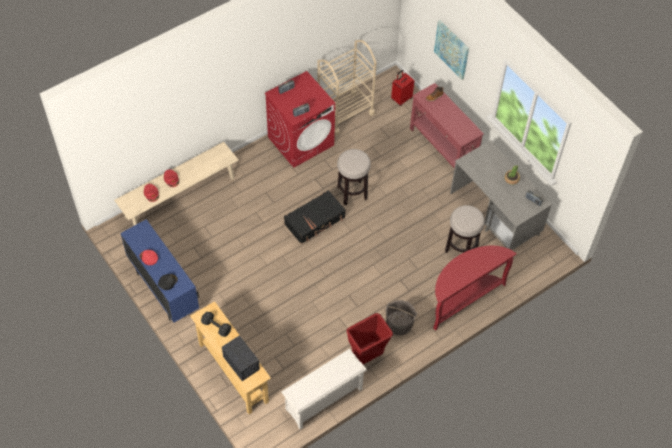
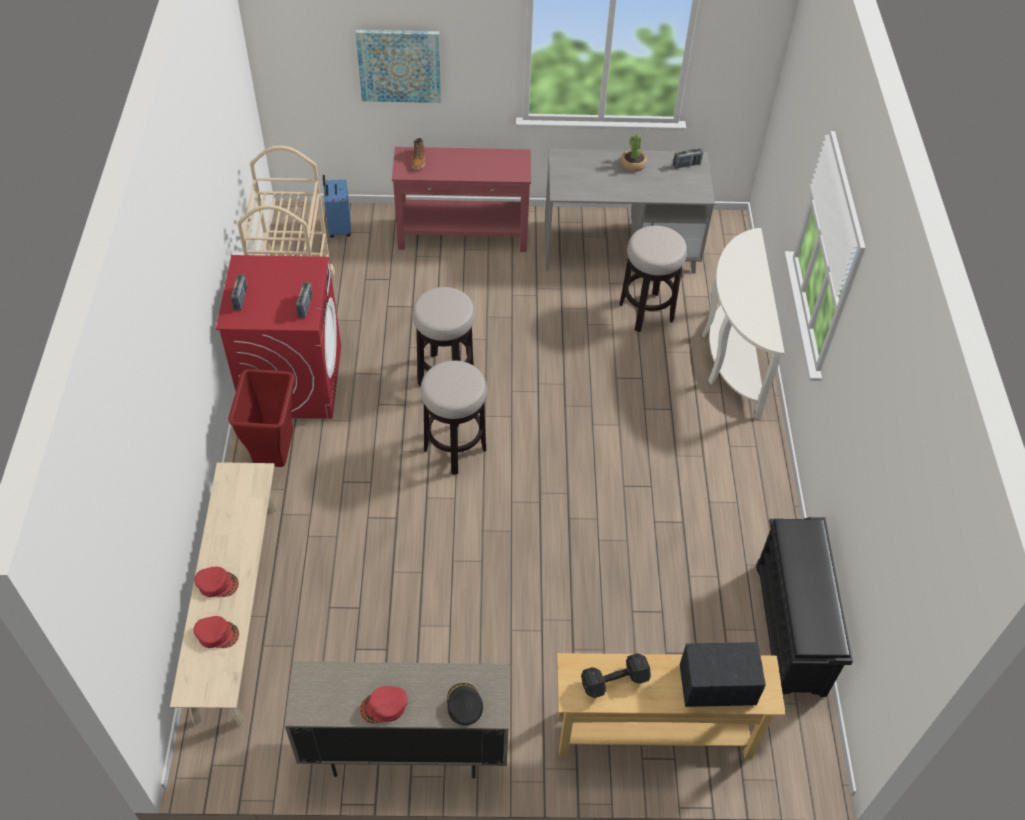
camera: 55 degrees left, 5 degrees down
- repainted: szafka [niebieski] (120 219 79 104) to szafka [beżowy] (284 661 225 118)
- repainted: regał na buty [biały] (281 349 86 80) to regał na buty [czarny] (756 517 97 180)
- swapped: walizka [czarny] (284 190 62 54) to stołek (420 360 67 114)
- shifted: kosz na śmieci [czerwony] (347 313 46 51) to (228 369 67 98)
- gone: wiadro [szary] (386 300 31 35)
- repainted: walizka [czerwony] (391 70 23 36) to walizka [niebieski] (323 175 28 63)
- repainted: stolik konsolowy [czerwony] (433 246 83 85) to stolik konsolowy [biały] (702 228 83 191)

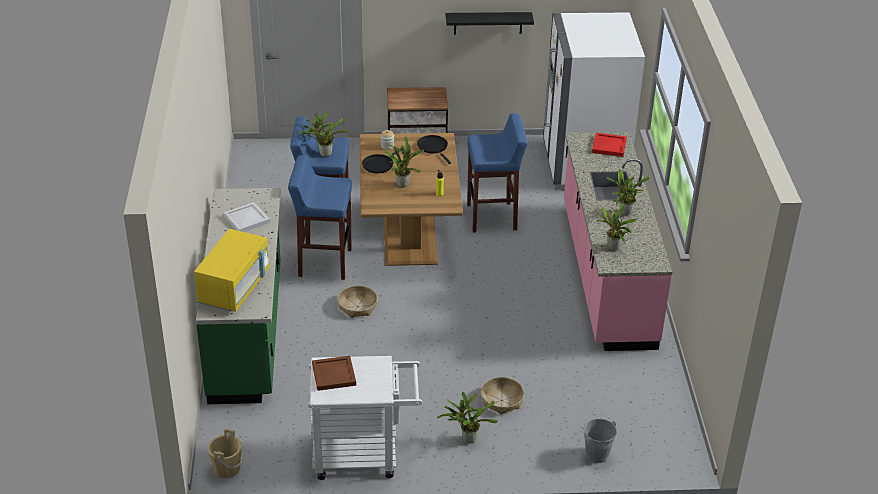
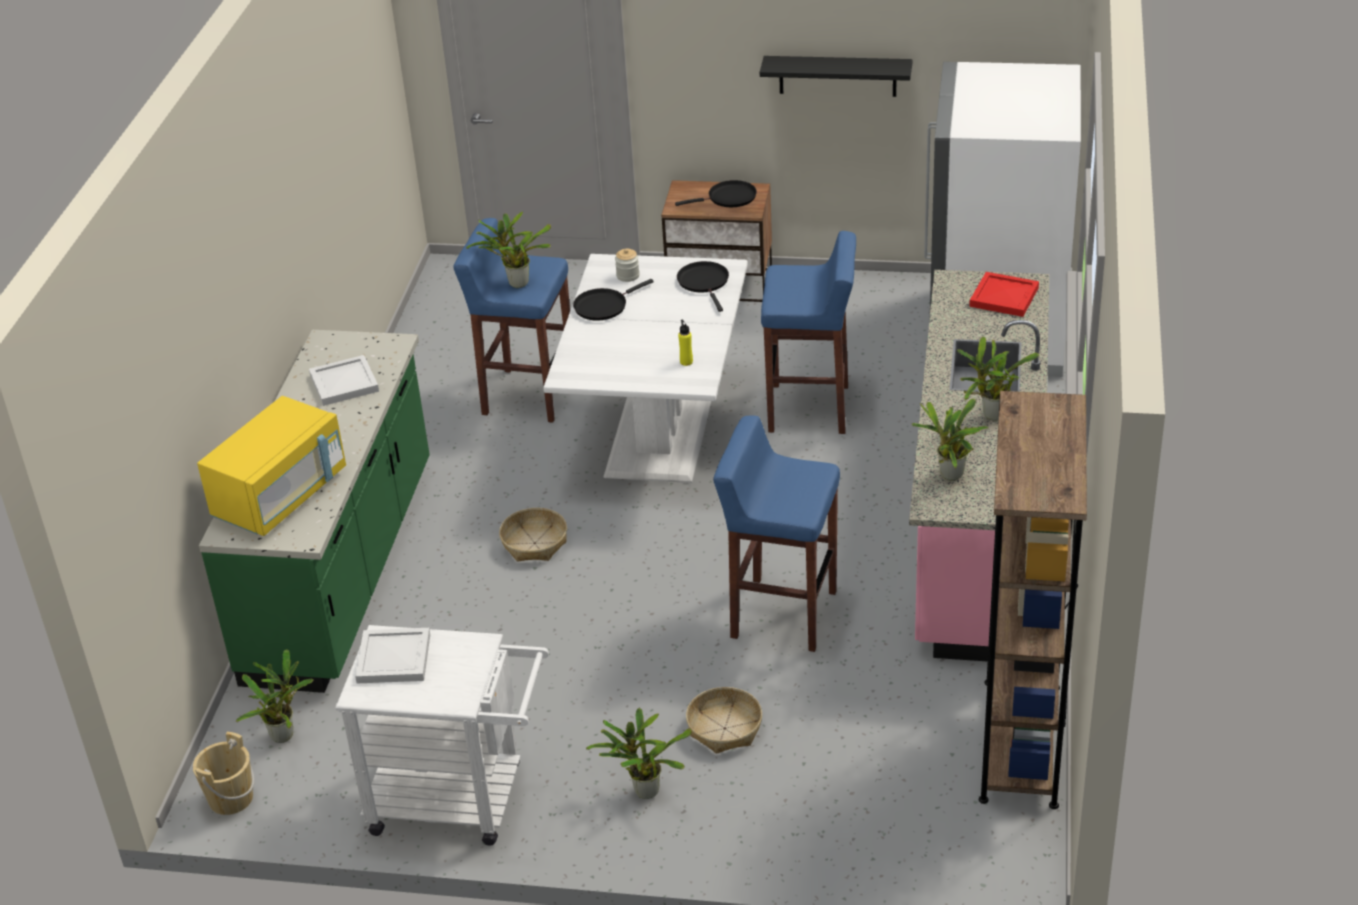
camera: 15 degrees right, 0 degrees up
- shifted: stołek [niebieski] (288 155 64 125) to (713 415 127 237)
- repainted: taca [brązowy] (312 356 44 35) to taca [biały] (355 628 75 55)
- repainted: stół jadalny [brązowy] (360 133 103 133) to stół jadalny [biały] (543 254 205 229)
- shifted: roślina doniczkowa (385 137 39 51) to (236 649 78 94)
- gone: wiadro [szary] (579 418 38 45)
- new: patelnia [czarny] (675 180 82 27)
- new: regał [brązowy] (979 391 108 418)

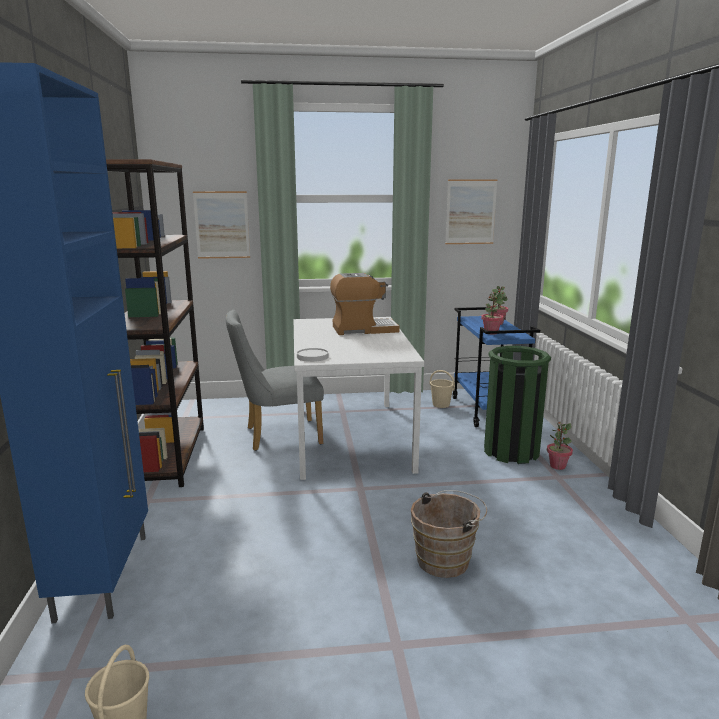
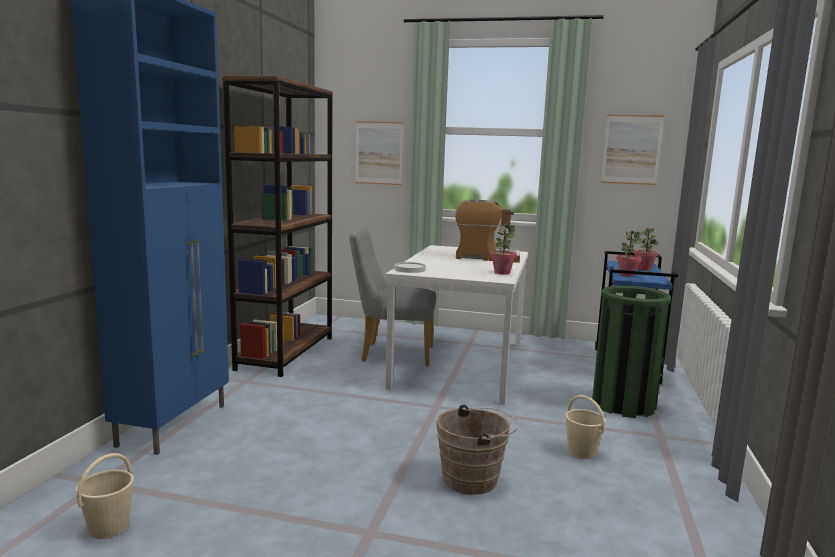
camera: 20 degrees right, 5 degrees down
- shifted: wiadro [beżowy] (430 370 25 38) to (565 395 41 64)
- shifted: roślina doniczkowa (547 422 26 48) to (490 224 26 51)

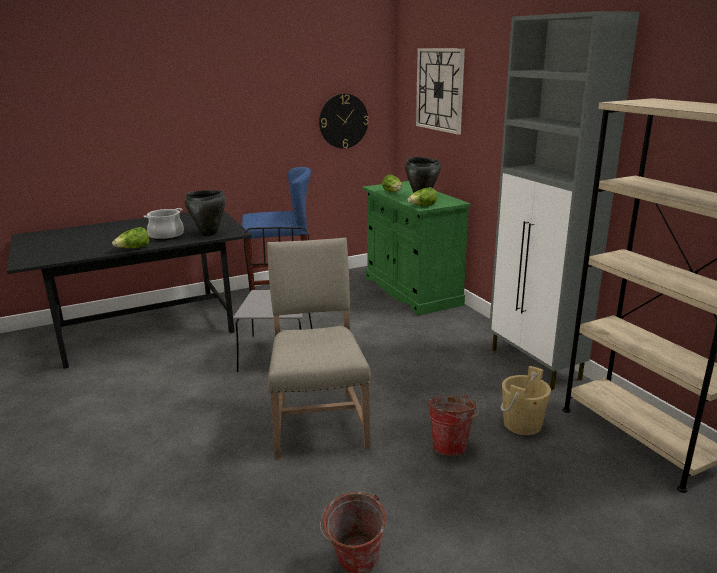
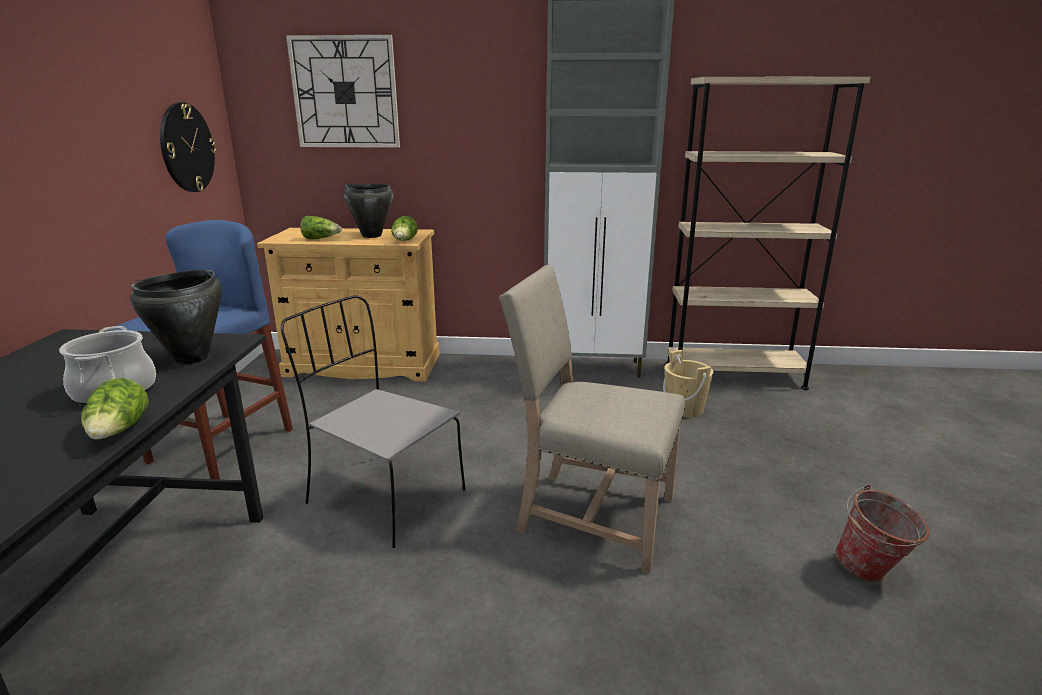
camera: 60 degrees left, 0 degrees up
- repainted: szafka [zielony] (362 181 109 134) to szafka [beżowy] (257 228 183 153)
- gone: wiadro (428 395 51 61)

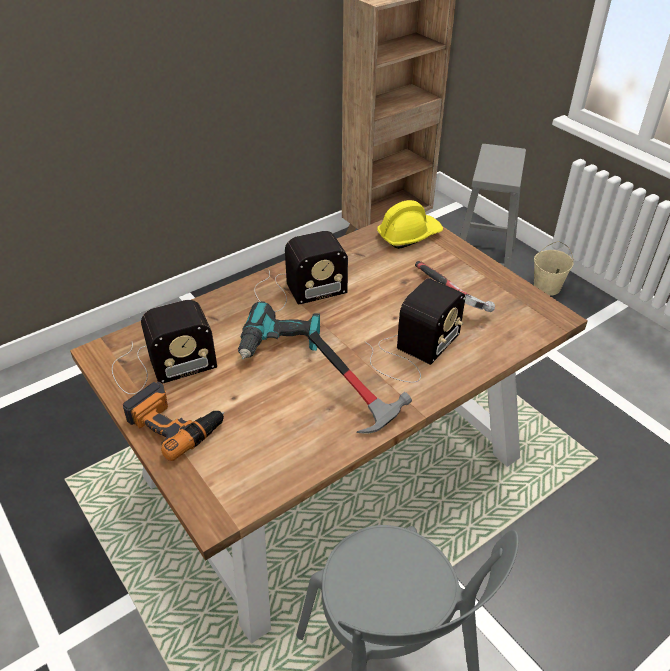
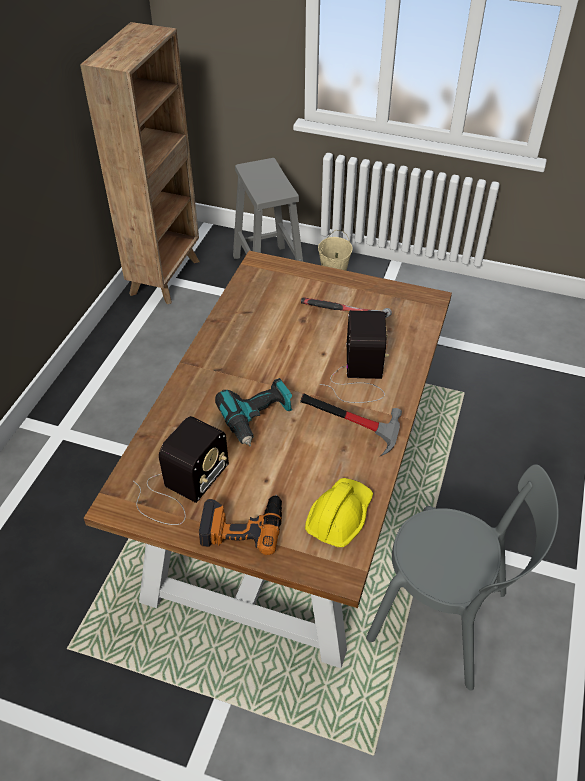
camera: 35 degrees left, 5 degrees up
- gone: radio (254 231 94 81)
- shifted: kask [żółty] (377 200 66 49) to (305 478 68 69)

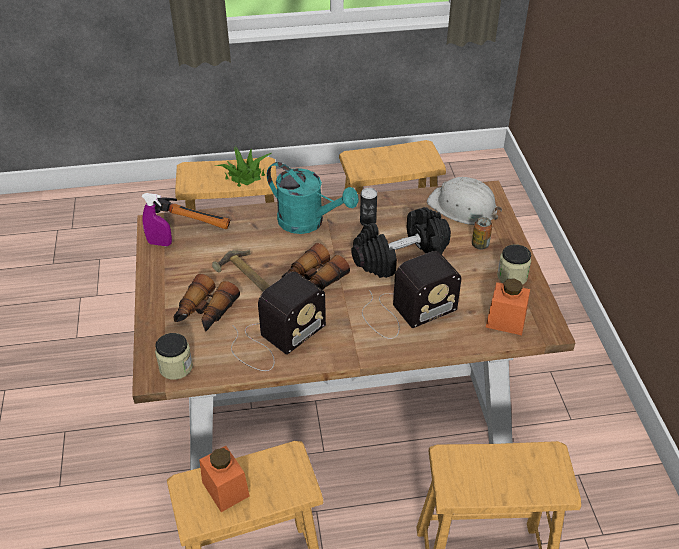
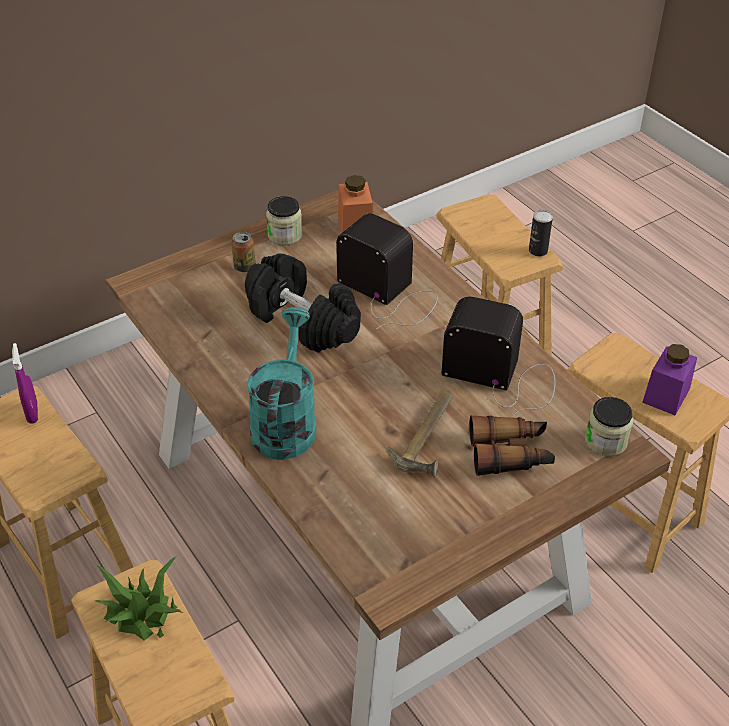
camera: 115 degrees left, 0 degrees up
- shifted: spryskiwacz [fioletowy] (142 193 30 53) to (12 343 26 81)
- gone: młotek (153 197 77 32)
- repainted: słoik [pomarańczowy] (199 446 51 66) to słoik [fioletowy] (642 344 55 71)
- gone: lornetka (282 243 68 47)
- shifted: puszka (360 188 17 38) to (529 210 24 47)
- gone: kask [biały] (427 177 75 48)

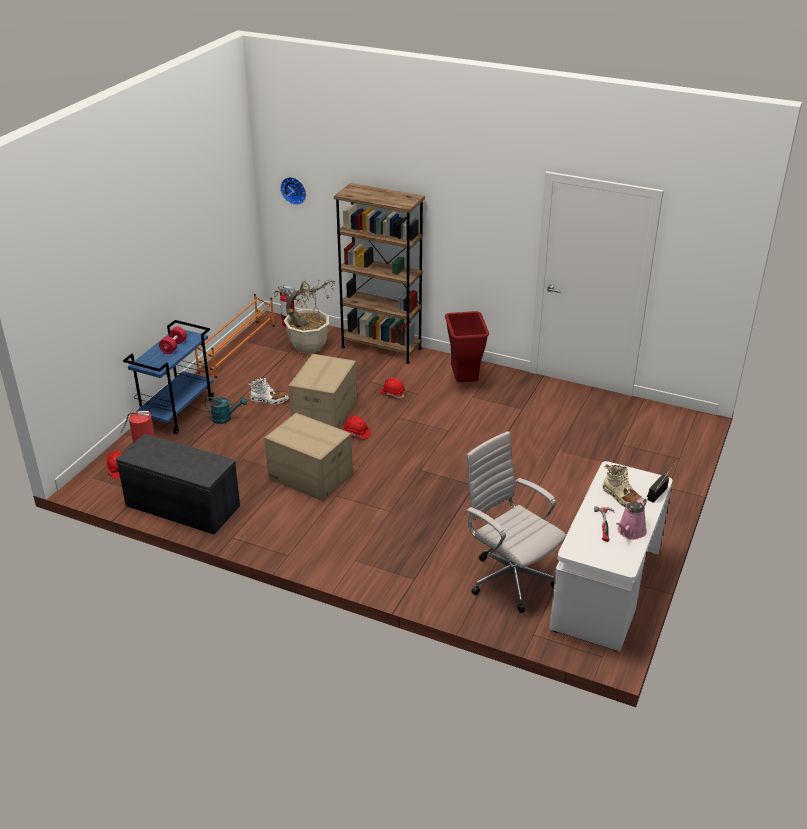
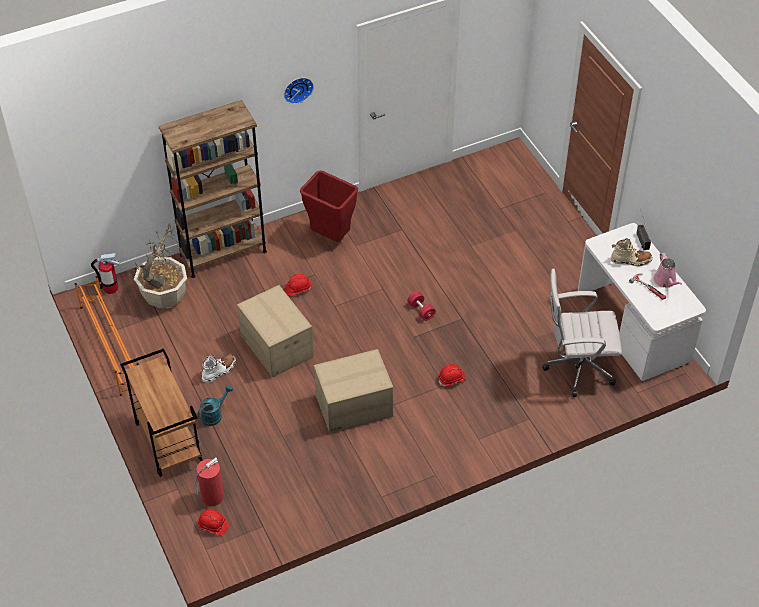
camera: 50 degrees left, 15 degrees up
- gone: ławka [szary] (116 434 124 100)
- repainted: wózek [niebieski] (123 320 91 114) to wózek [brązowy] (120 349 83 128)
- shifted: hantel [czerwony] (159 326 28 28) to (407 291 29 30)
- shifted: zegar ścienny (280 177 26 28) to (284 78 30 26)
- shifted: kask [czerwony] (344 416 27 23) to (438 364 28 23)

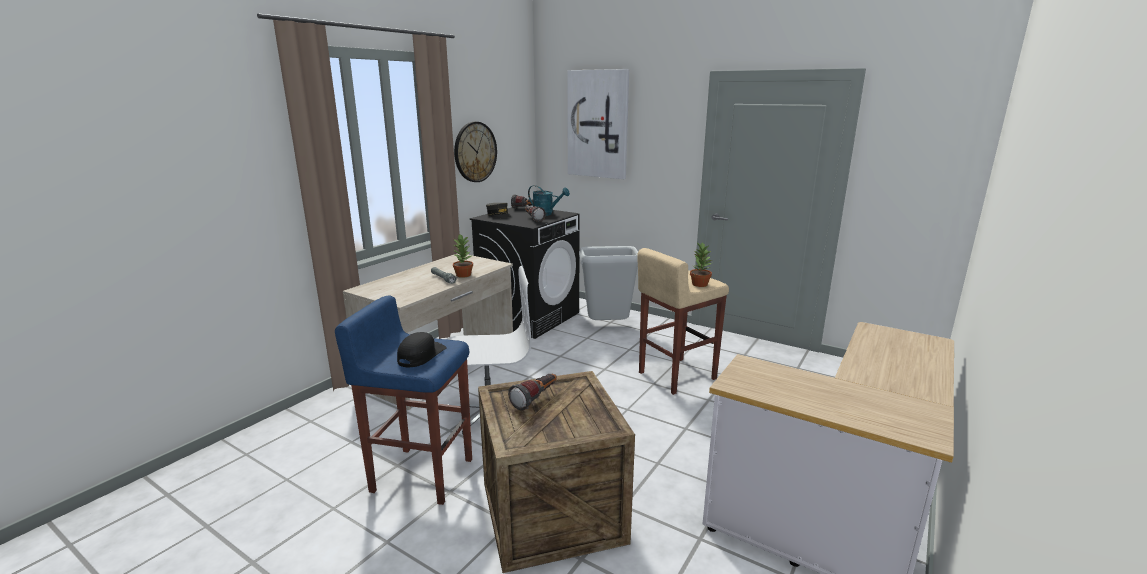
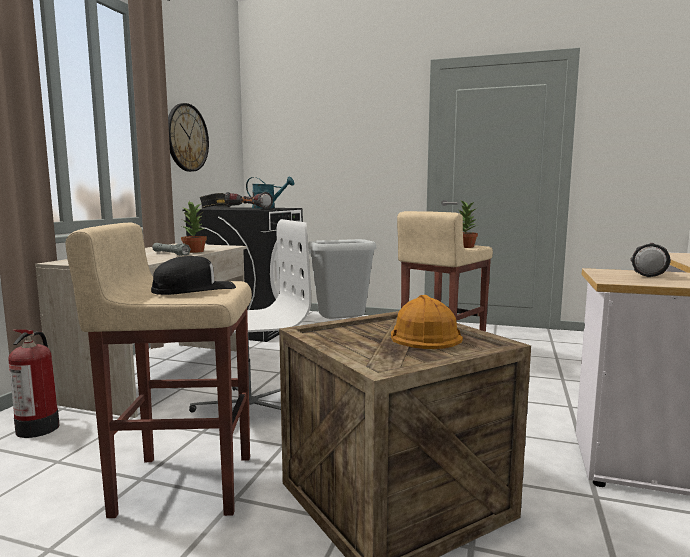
camera: 15 degrees left, 10 degrees down
- repainted: stołek [niebieski] (335 296 137 209) to stołek [beżowy] (66 223 186 295)
- rotated: czapka z daszkiem [czarny] (397 332 50 36) = (151 256 85 39) 45 degrees clockwise
- shifted: latarka (508 374 49 37) to (630 243 41 34)
- gone: obraz (567 69 62 110)
- new: gaśnica (8 329 51 109)
- new: kask [pomarańczowy] (391 295 72 54)

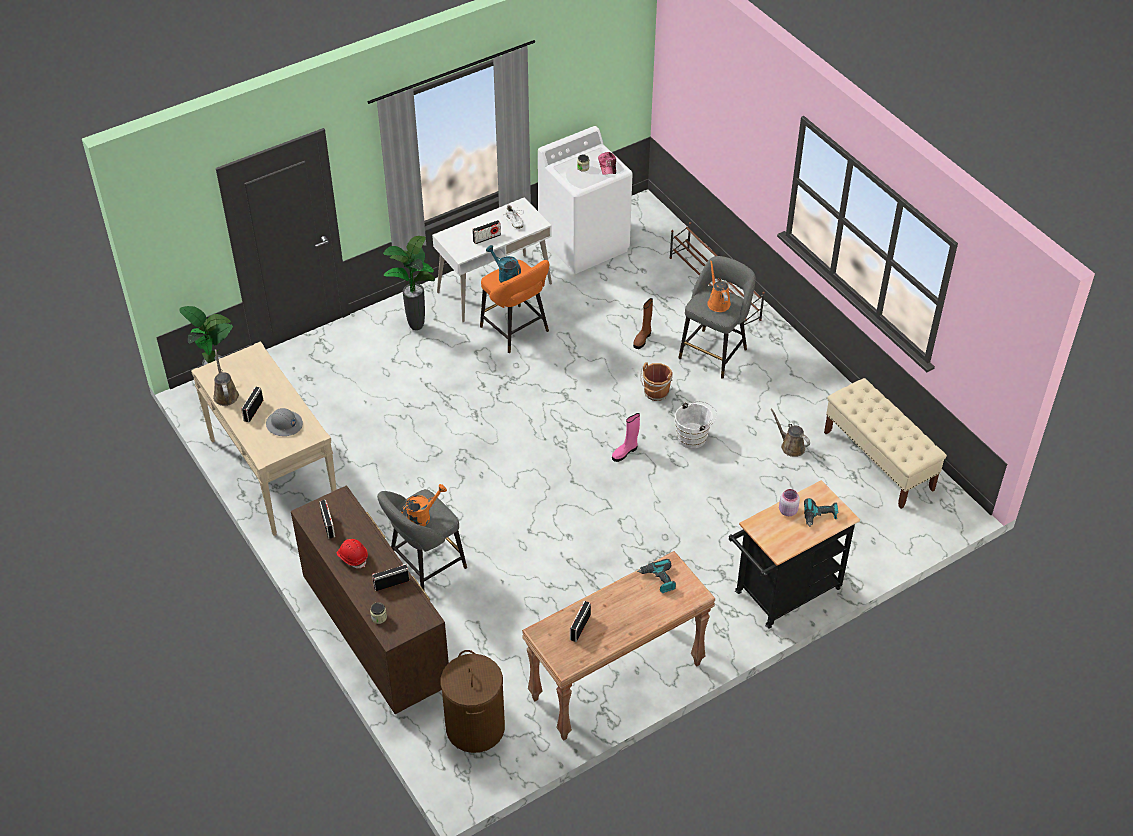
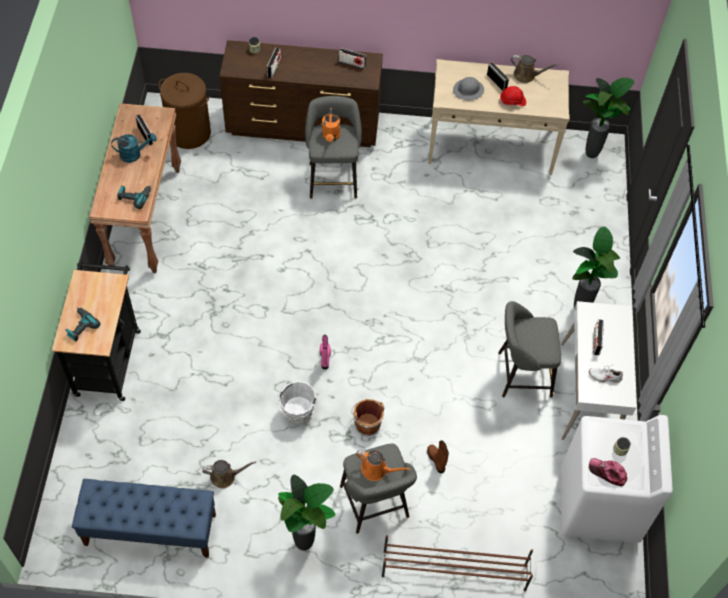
camera: 125 degrees right, 10 degrees up
- shifted: kask [czerwony] (337 539 31 30) to (499 86 27 20)
- repainted: stołek [pomarańczowy] (480 260 69 93) to stołek [szary] (498 301 63 97)
- shifted: konewka [turkusowy] (486 245 35 38) to (111 133 46 30)
- gone: słoik [różowy] (779 489 21 27)
- repainted: ławka [beżowy] (824 378 123 131) to ławka [niebieski] (72 479 144 79)
- new: roślina doniczkowa (278 474 57 77)

